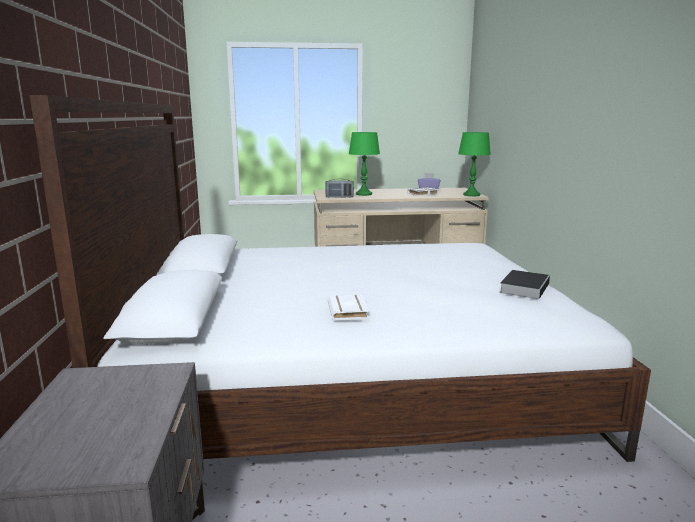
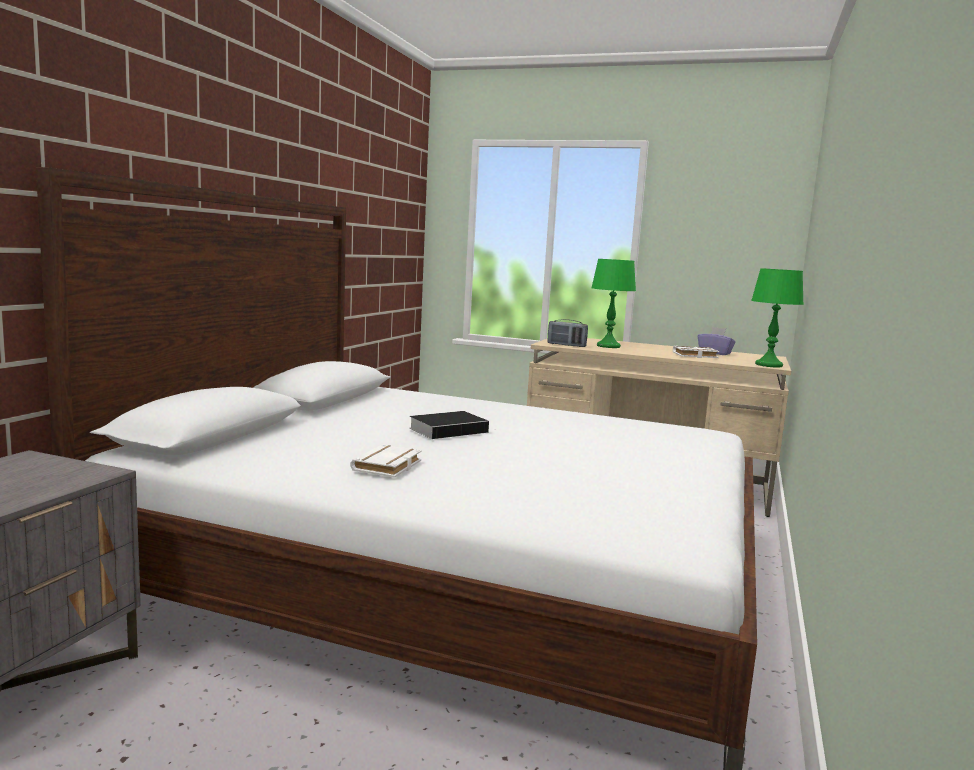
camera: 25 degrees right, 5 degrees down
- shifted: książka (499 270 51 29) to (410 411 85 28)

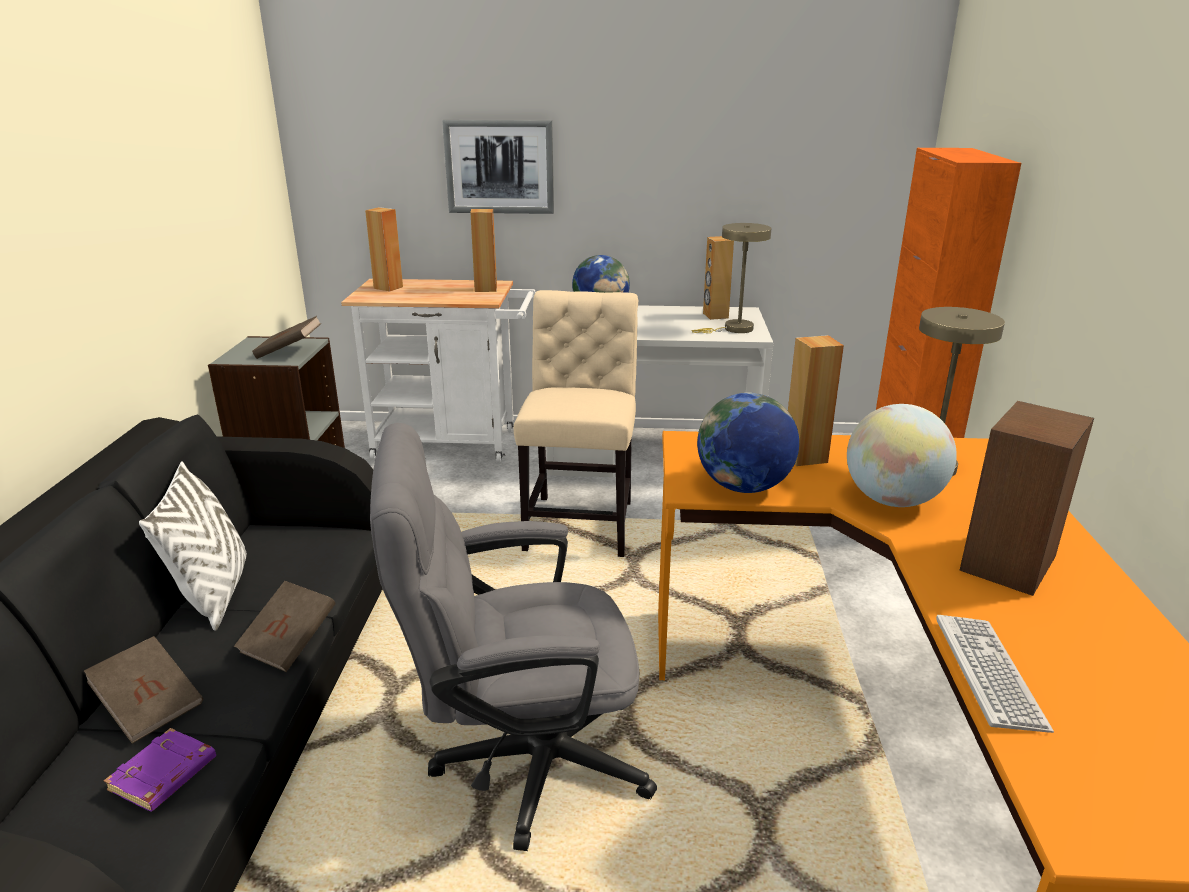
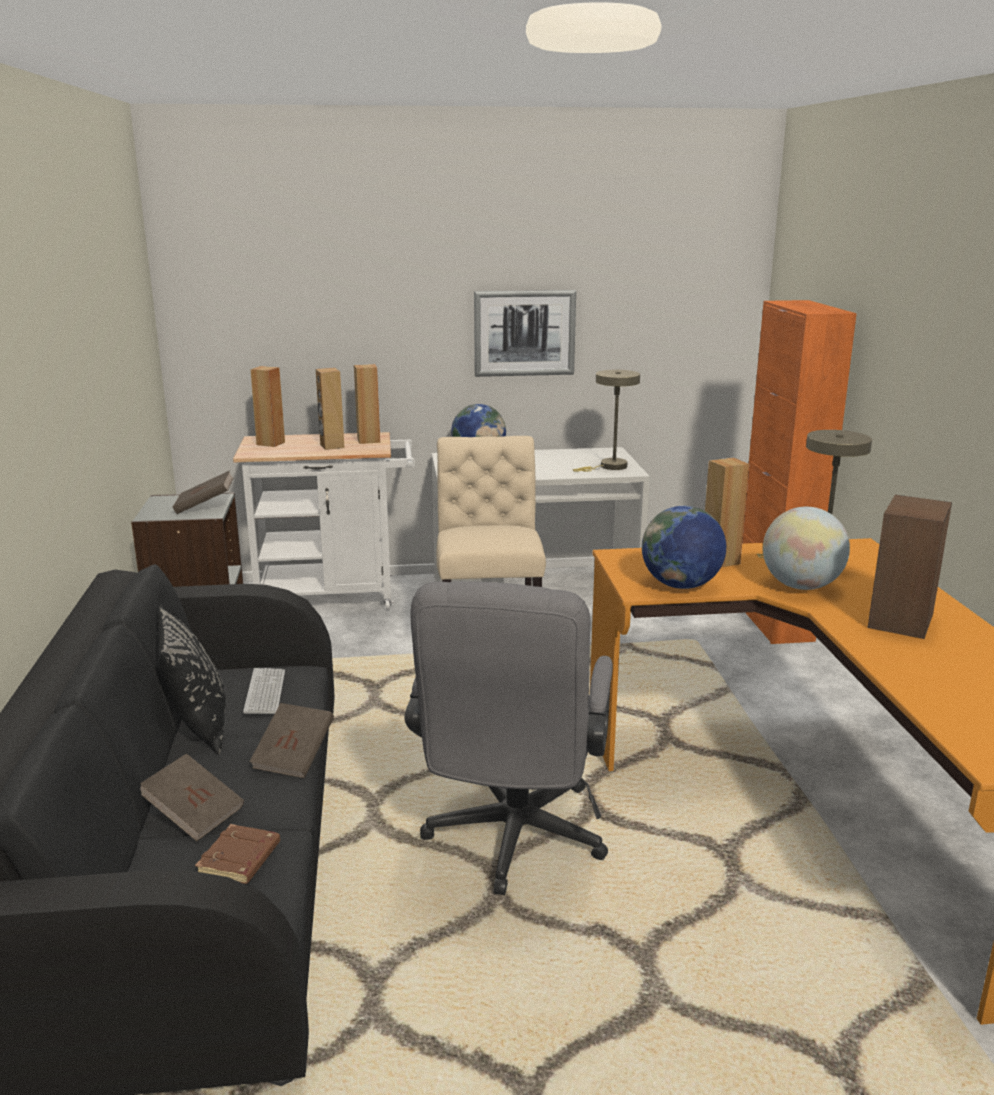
camera: 10 degrees left, 5 degrees down
- repainted: książka [fioletowy] (104 728 112 84) to książka [brązowy] (195 824 85 60)
- repainted: poduszka [biały] (139 461 108 170) to poduszka [czarny] (157 605 69 150)
- rotated: krzesło biurowe [szary] (370 423 287 428) = (405 581 208 314) 60 degrees counterclockwise
- shifted: obraz (442 120 112 94) to (474 290 102 87)
- shifted: głośnik [brązowy] (703 236 31 84) to (316 368 29 82)
- shifted: klawiatura (936 615 118 118) to (243 668 42 46)

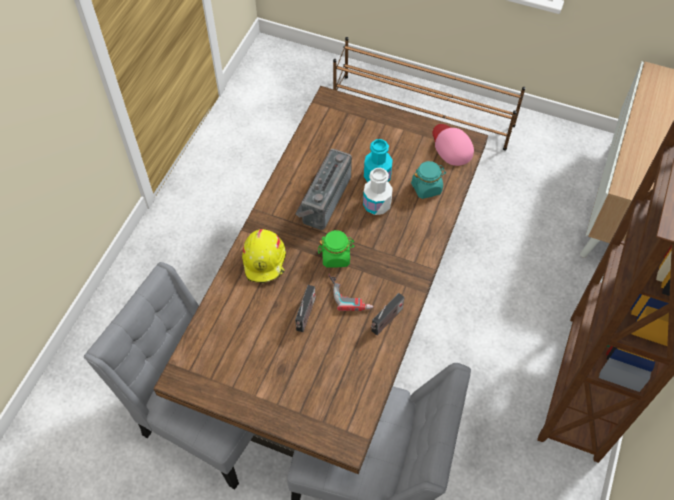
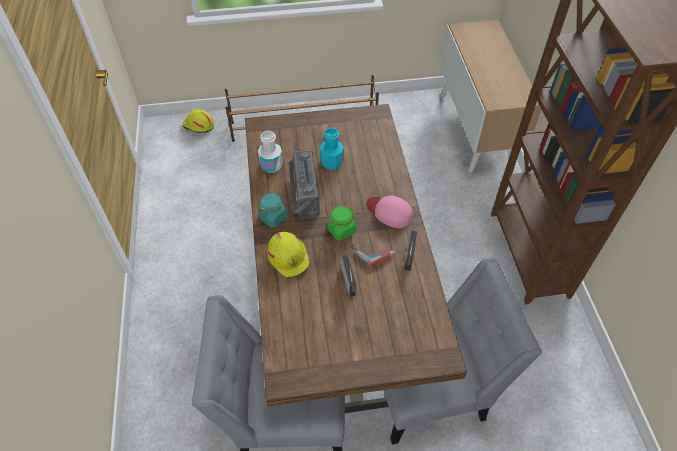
camera: 30 degrees left, 5 degrees down
- shifted: butelka [biały] (363 168 30 47) to (258 131 25 42)
- shifted: słoik [turkusowy] (411 161 35 38) to (258 193 29 34)
- shifted: czapka z daszkiem [różowy] (432 124 42 42) to (367 196 46 32)
- new: kask [żółty] (183 109 31 24)

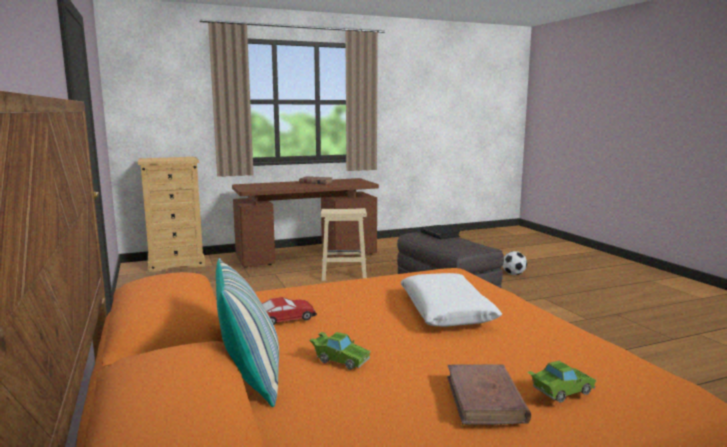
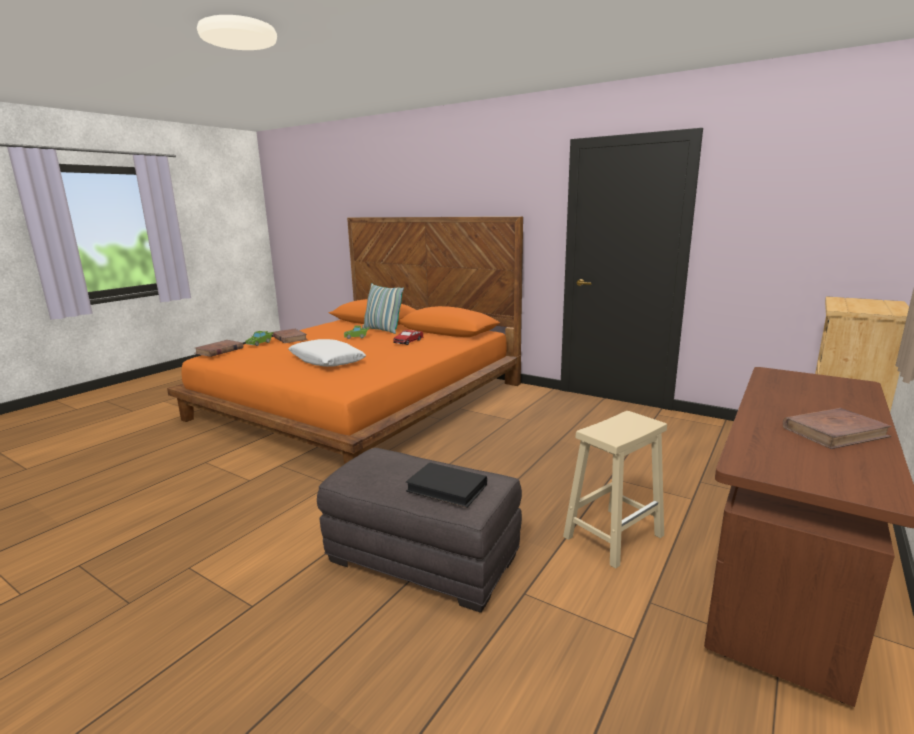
camera: 145 degrees right, 5 degrees up
- gone: piłka futbolowa (503 251 24 24)
- new: książka [brązowy] (195 340 48 17)

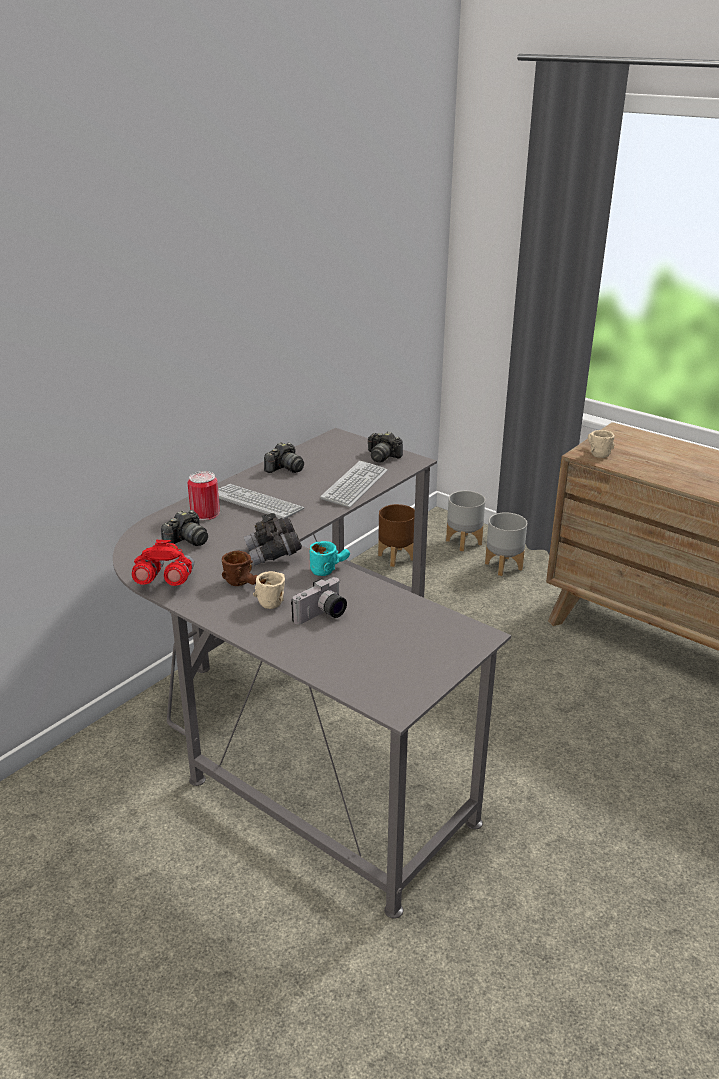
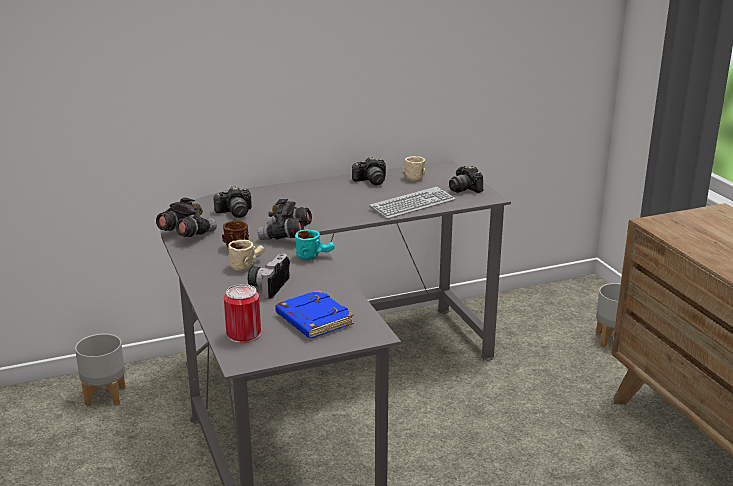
camera: 30 degrees right, 5 degrees down
- repainted: lornetka [czerwony] (132 540 62 46) to lornetka [szary] (156 198 61 39)
- shifted: puszka (187 471 33 49) to (224 284 37 59)
- gone: klawiatura (218 484 87 35)
- rotated: aparat fotograficzny (291 577 56 47) = (248 253 42 46) 120 degrees clockwise
- gone: donica [brązowy] (378 504 37 63)
- shifted: donica [szary] (446 491 39 60) to (75 334 50 72)
- shifted: kubek [beżowy] (588 430 27 28) to (402 156 23 25)
- new: książka [niebieski] (275 290 79 48)

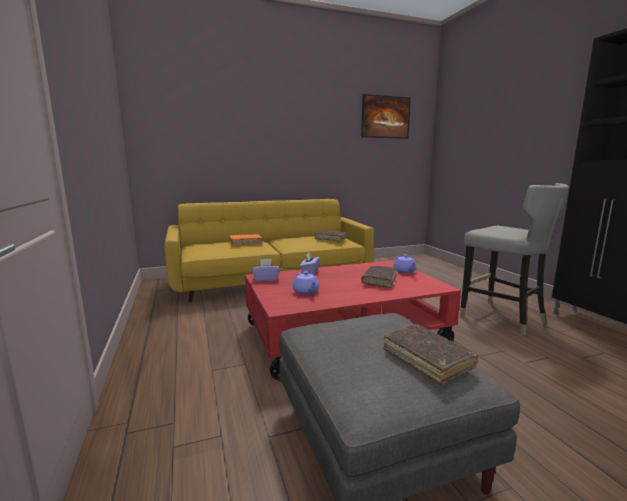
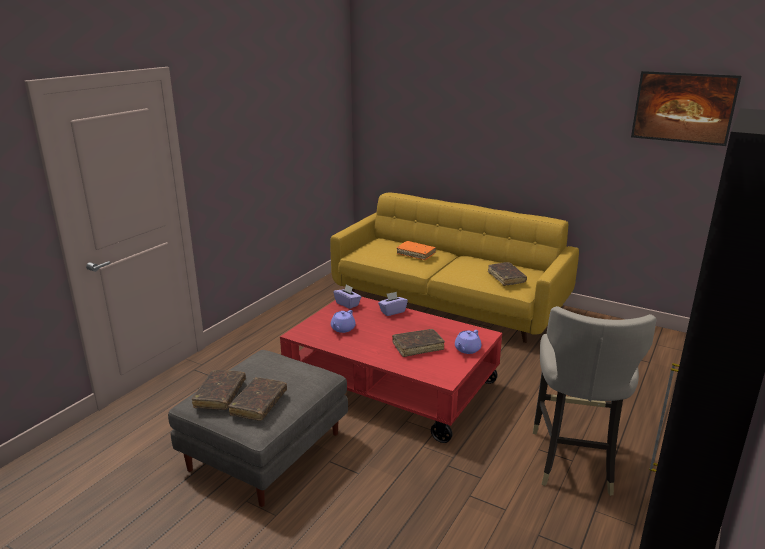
camera: 50 degrees right, 10 degrees up
- new: książka [brązowy] (191 370 55 40)

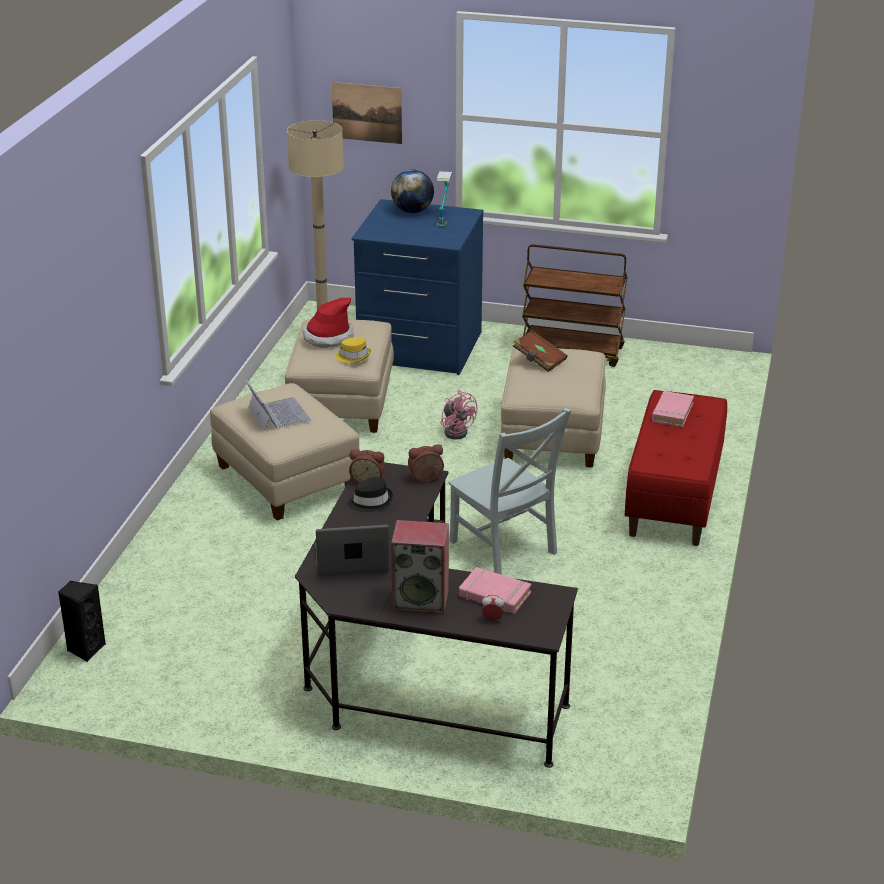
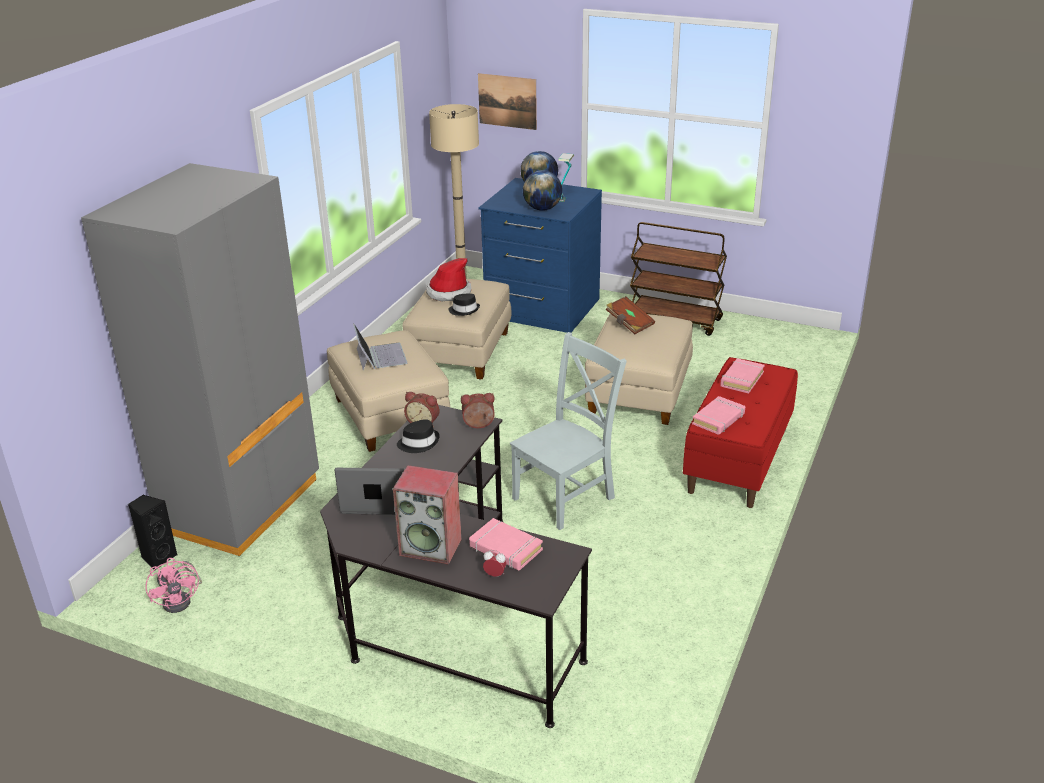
camera: 10 degrees right, 0 degrees up
- repainted: kapelusz [żółty] (335 337 36 26) to kapelusz [czarny] (448 294 32 22)
- shifted: wentylator [różowy] (441 390 36 49) to (145 558 57 55)
- rotated: krzesło [szary] (448 408 123 167) = (510 332 117 198) 105 degrees counterclockwise
- new: szafa [szary] (81 163 238 393)
- new: globus (523 170 39 41)
- new: książka [różowy] (692 396 53 39)

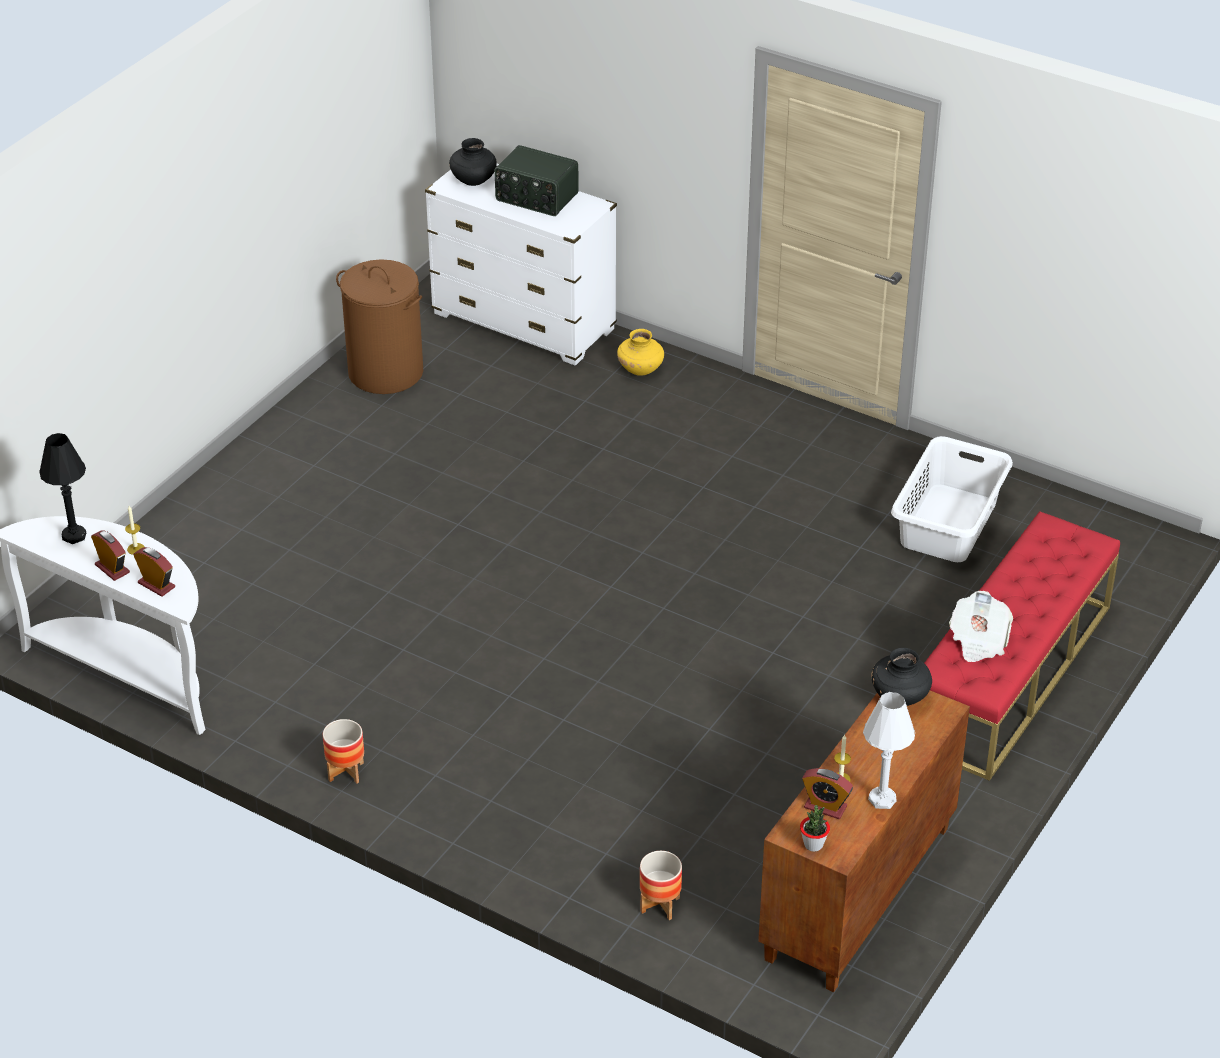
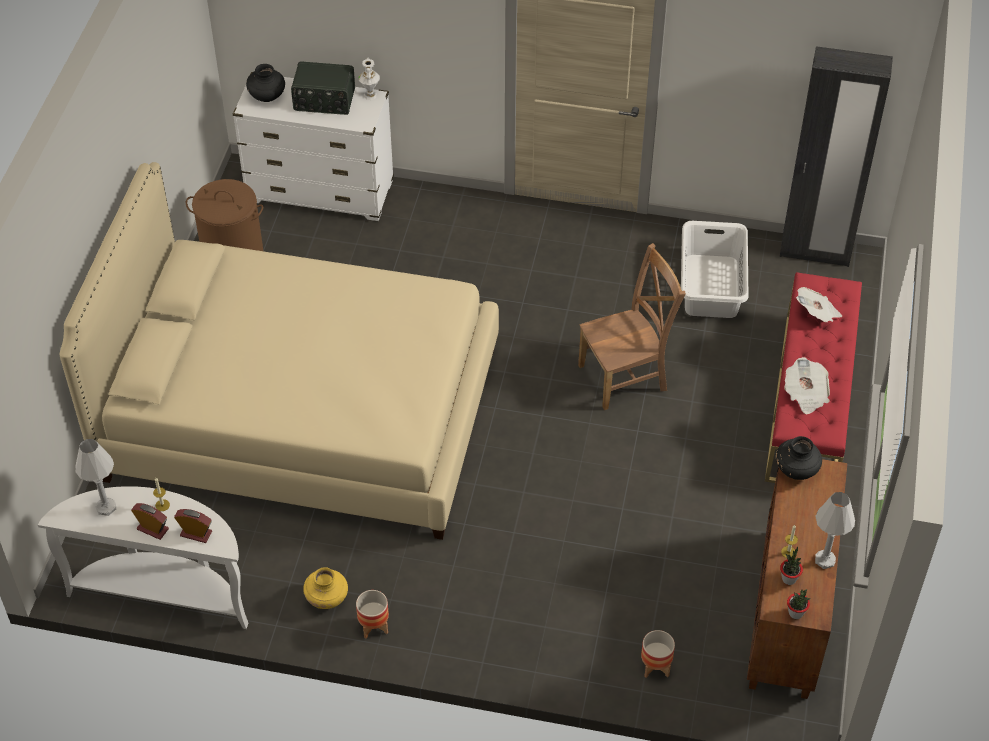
camera: 20 degrees left, 10 degrees up
- repainted: lampa stołowa [czarny] (39 433 47 111) to lampa stołowa [biały] (75 439 41 77)
- shifted: wazon [żółty] (617 329 47 47) to (303 567 45 42)
- swapped: budzik (802 768 51 51) to roślina doniczkowa (780 547 23 38)
- new: łóżko [beżowy] (60 162 439 378)
- new: wazon [biały] (359 58 21 42)
- new: krzesło [brązowy] (578 243 108 167)
- new: szafa [czarny] (780 46 113 221)
- new: gazeta (796 287 46 36)

